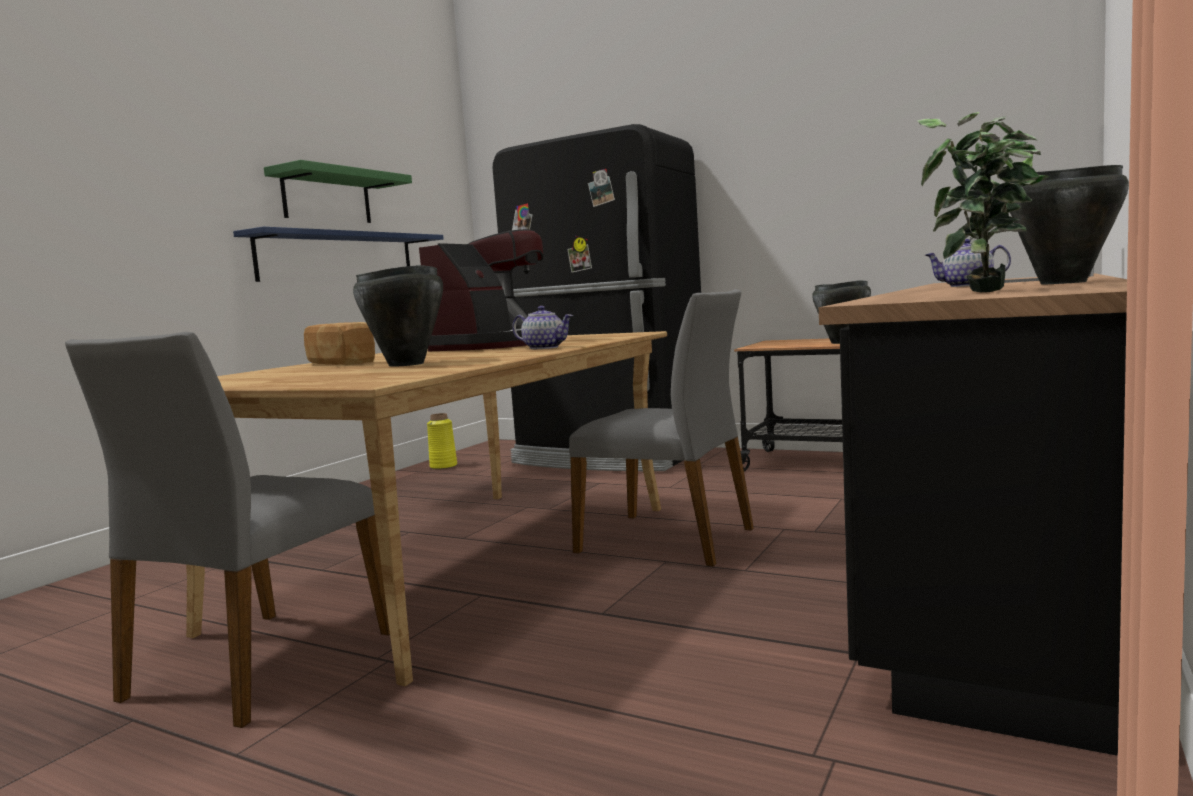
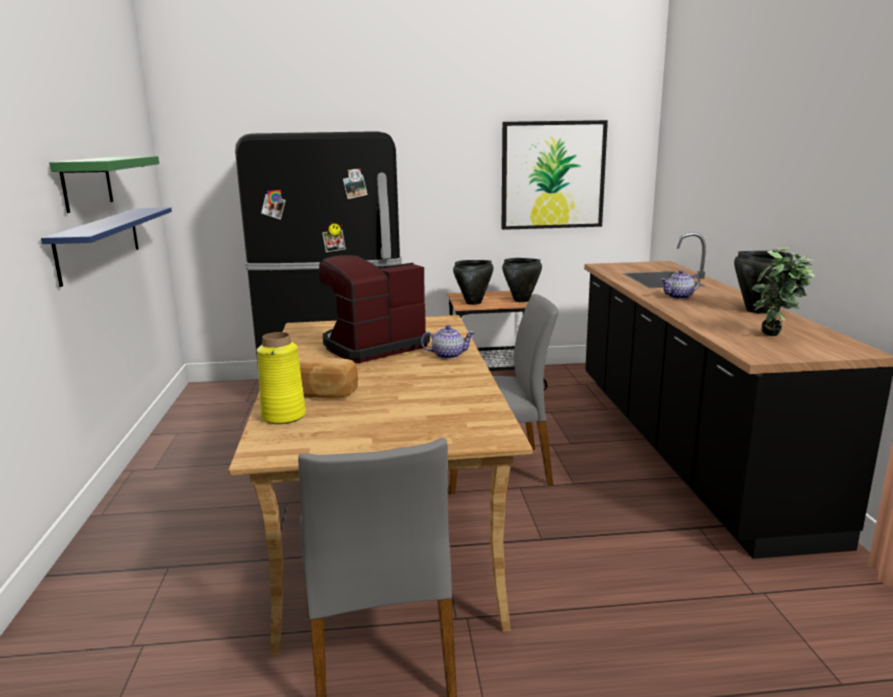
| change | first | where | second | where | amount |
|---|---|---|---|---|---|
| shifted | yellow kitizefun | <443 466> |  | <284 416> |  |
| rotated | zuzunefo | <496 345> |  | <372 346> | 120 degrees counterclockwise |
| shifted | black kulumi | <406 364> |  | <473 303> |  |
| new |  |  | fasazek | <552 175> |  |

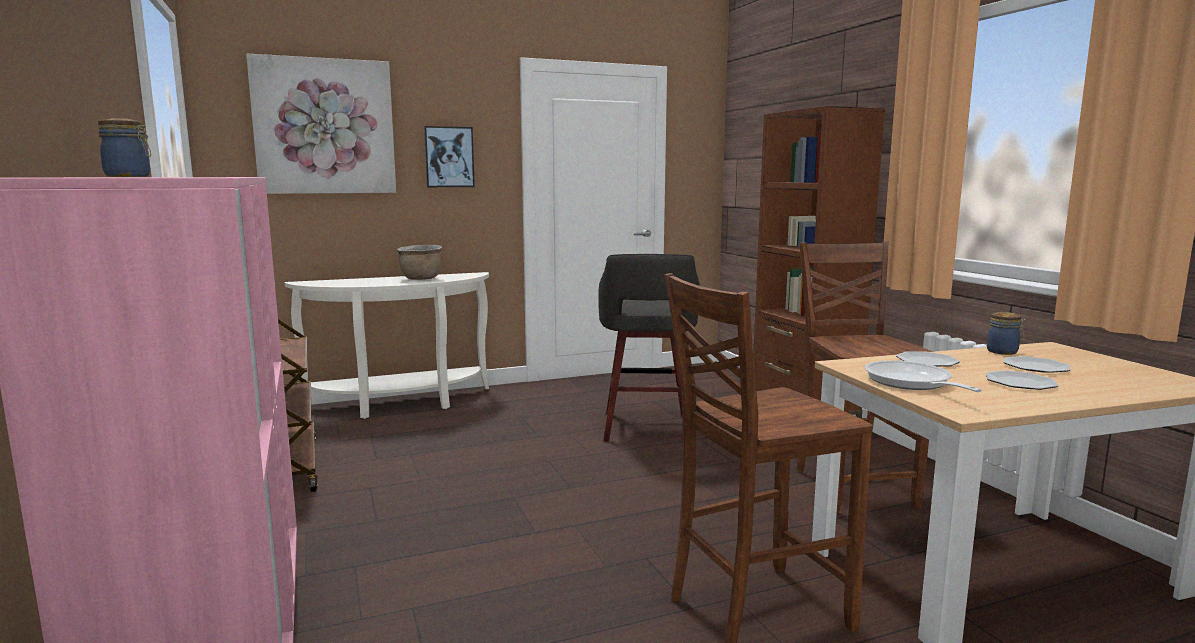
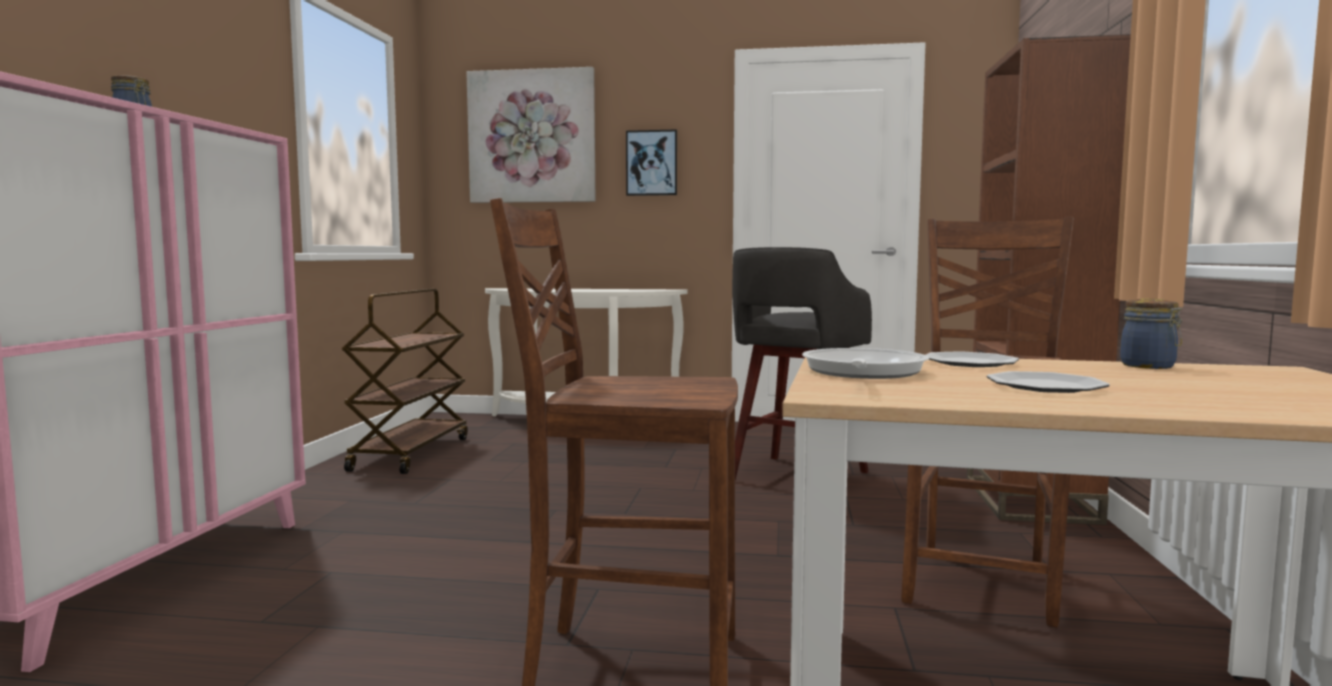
| change | first | where | second | where | amount |
|---|---|---|---|---|---|
| gone | brown kulumi | <421 279> |  |  |  |
| gone | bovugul | <1036 367> |  |  |  |

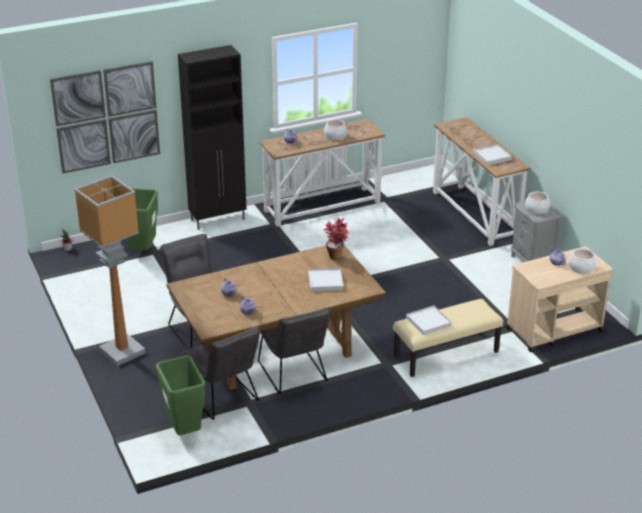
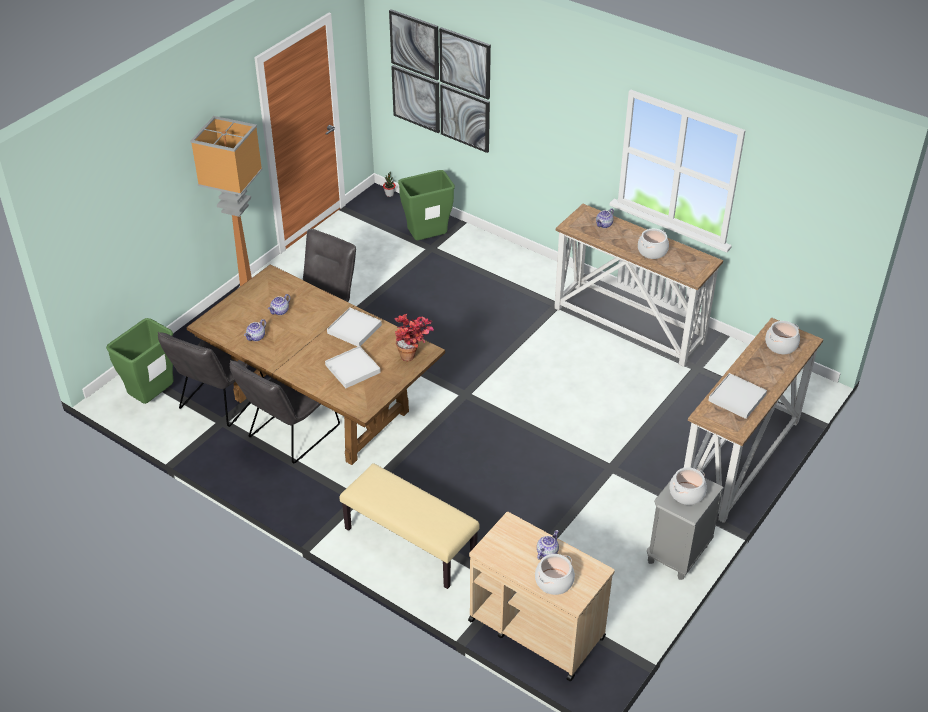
| change | first | where | second | where | amount |
|---|---|---|---|---|---|
| shifted | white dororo | <428 322> |  | <354 329> |  |
| new |  |  | kulumi | <781 345> |  |
| gone | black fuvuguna | <218 219> |  |  |  |

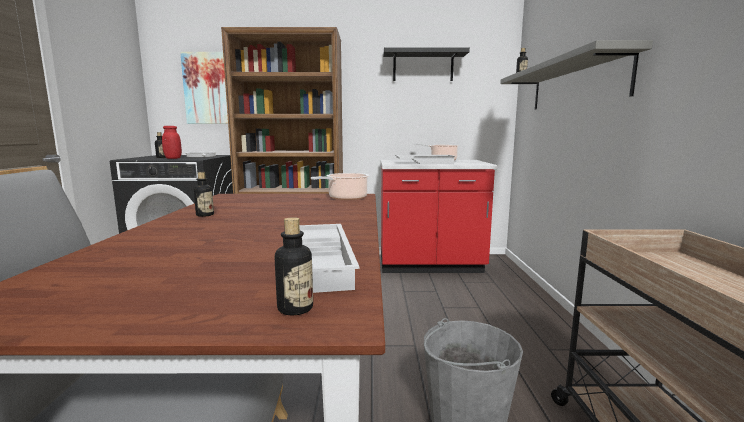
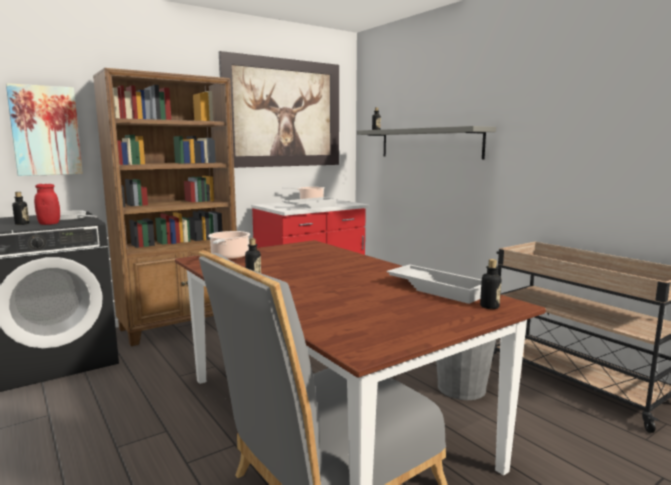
| change | first | where | second | where | amount |
|---|---|---|---|---|---|
| shifted | kulumi | <345 198> |  | <229 257> |  |
| swapped | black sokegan | <423 66> | fasazek | <283 113> |  |

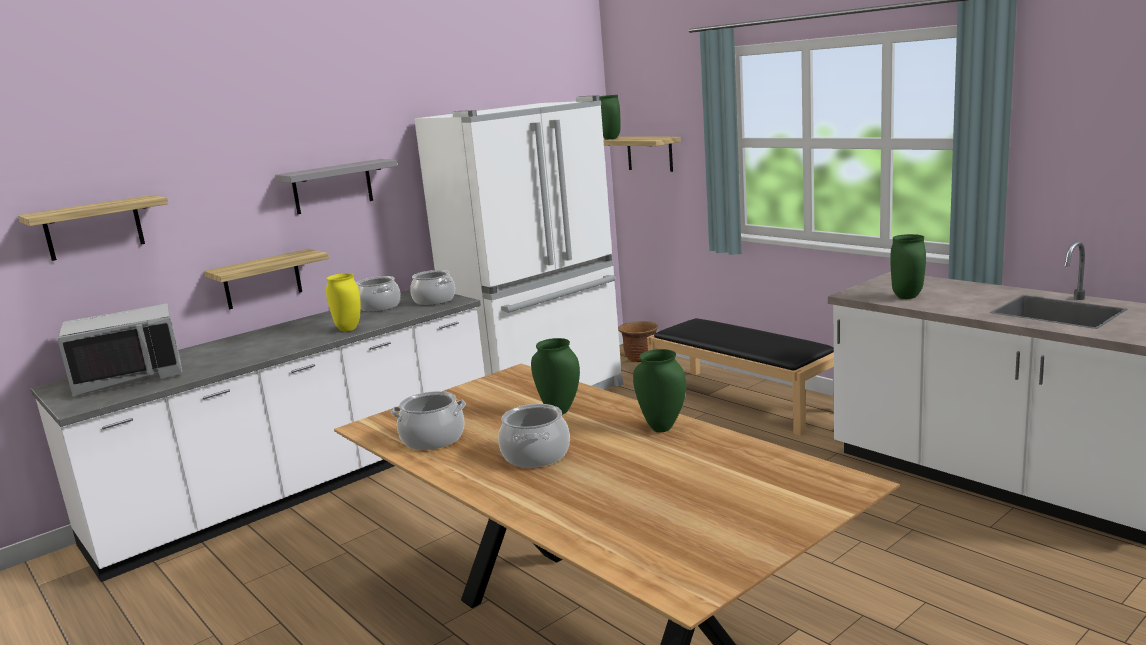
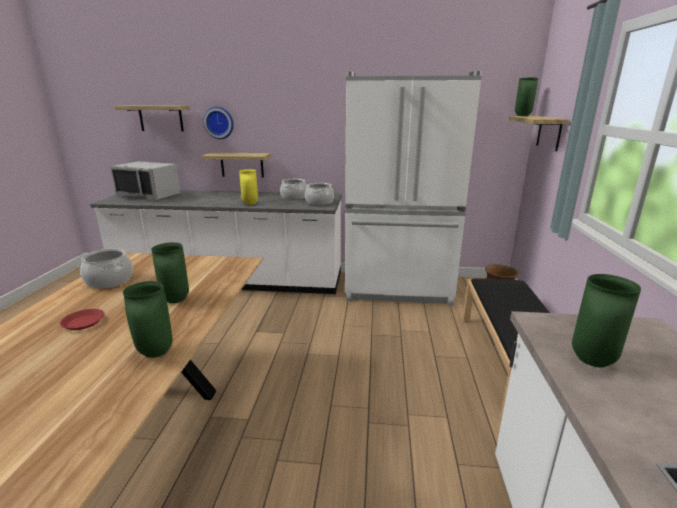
| change | first | where | second | where | amount |
|---|---|---|---|---|---|
| swapped | kulumi | <536 455> | red bovugul | <83 322> |  |
| new |  |  | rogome | <219 122> |  |
| gone | grey sokegan | <332 187> |  |  |  |

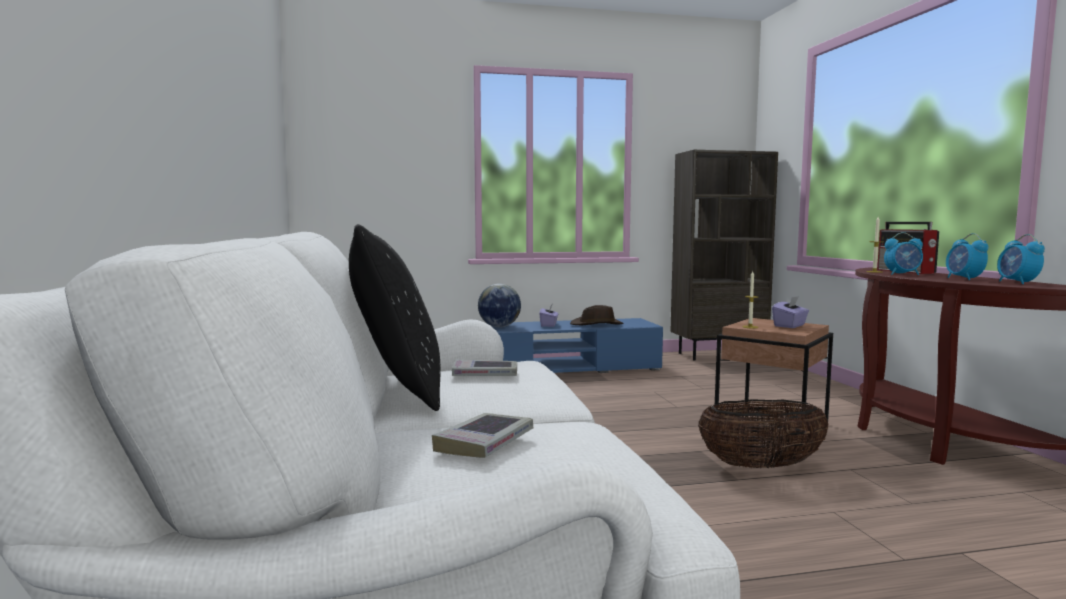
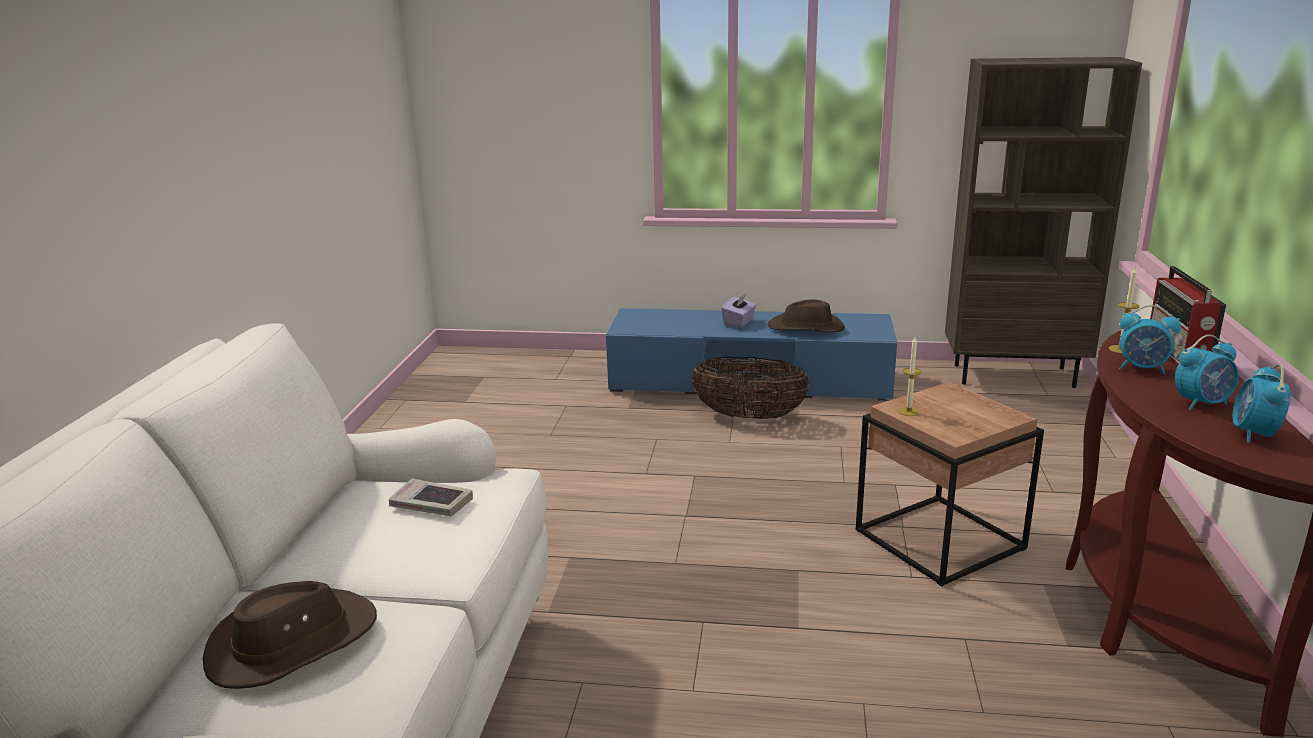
| change | first | where | second | where | amount |
|---|---|---|---|---|---|
| swapped | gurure | <485 442> | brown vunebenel | <292 642> |  |
| shifted | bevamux | <761 466> |  | <749 416> |  |
| rotated | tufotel | <964 279> |  | <1202 404> | 120 degrees counterclockwise |
| gone | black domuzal | <395 390> |  |  |  |
| gone | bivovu | <499 326> |  |  |  |
| gone | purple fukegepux | <790 326> |  |  |  |

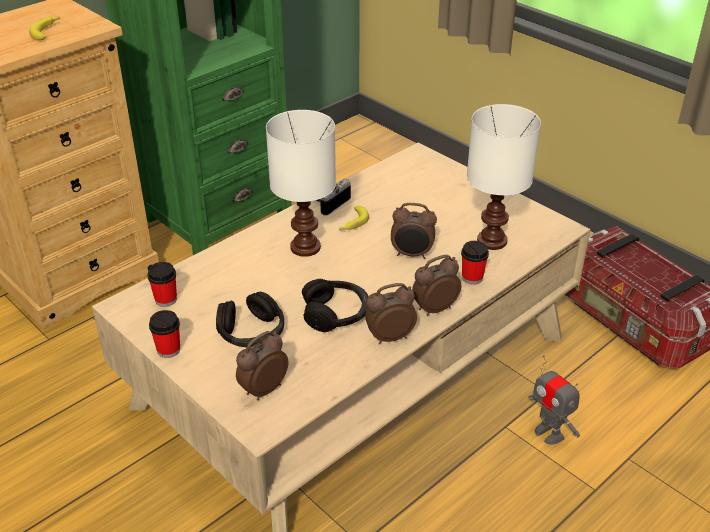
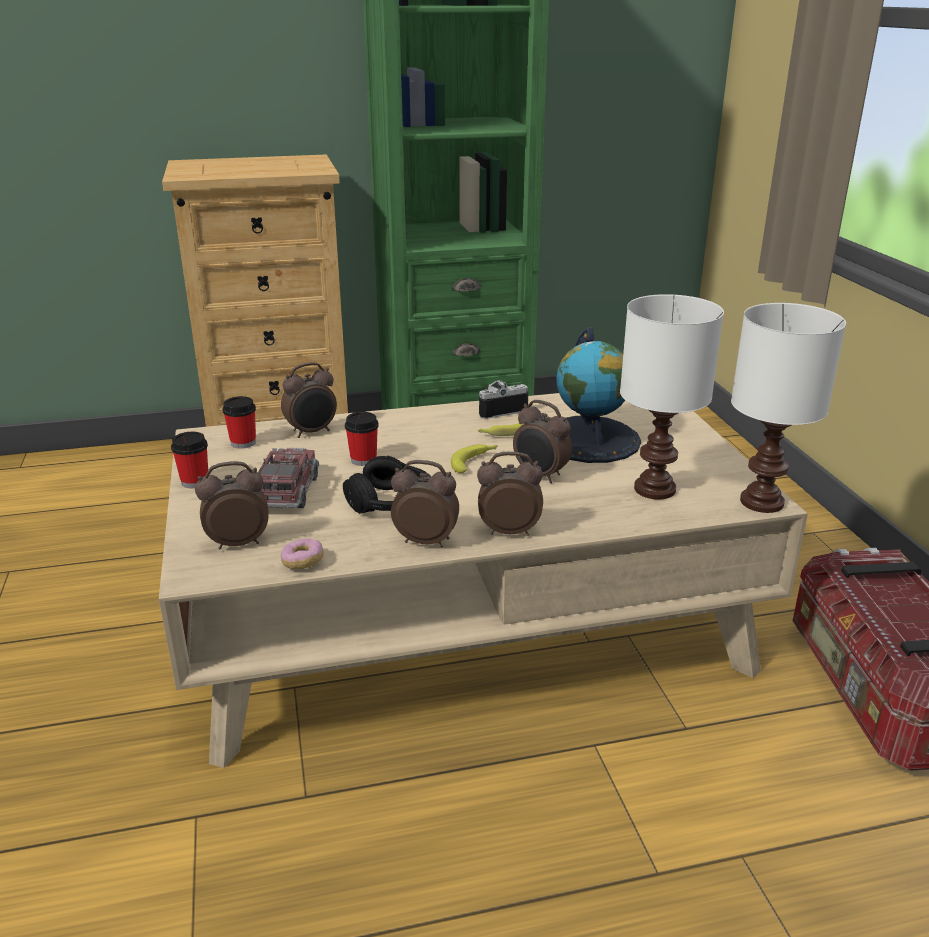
| change | first | where | second | where | amount |
|---|---|---|---|---|---|
| swapped | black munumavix | <251 333> | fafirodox | <288 492> |  |
| new |  |  | tufotel | <312 432> |  |
| new |  |  | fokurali | <302 562> |  |
| shifted | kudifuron | <472 278> |  | <363 460> |  |
| shifted | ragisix | <48 31> |  | <475 462> |  |
| new |  |  | bivovu | <590 439> |  |
| shifted | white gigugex | <305 246> |  | <762 501> |  |
| gone | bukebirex | <549 433> |  |  |  |

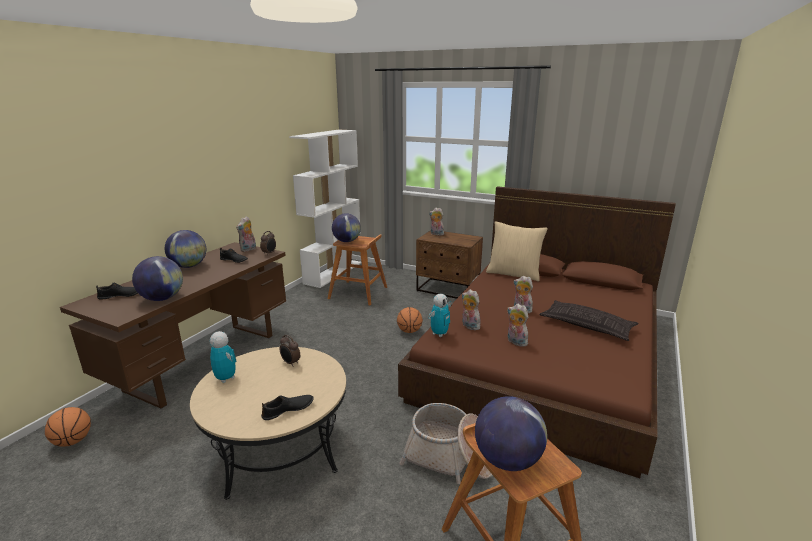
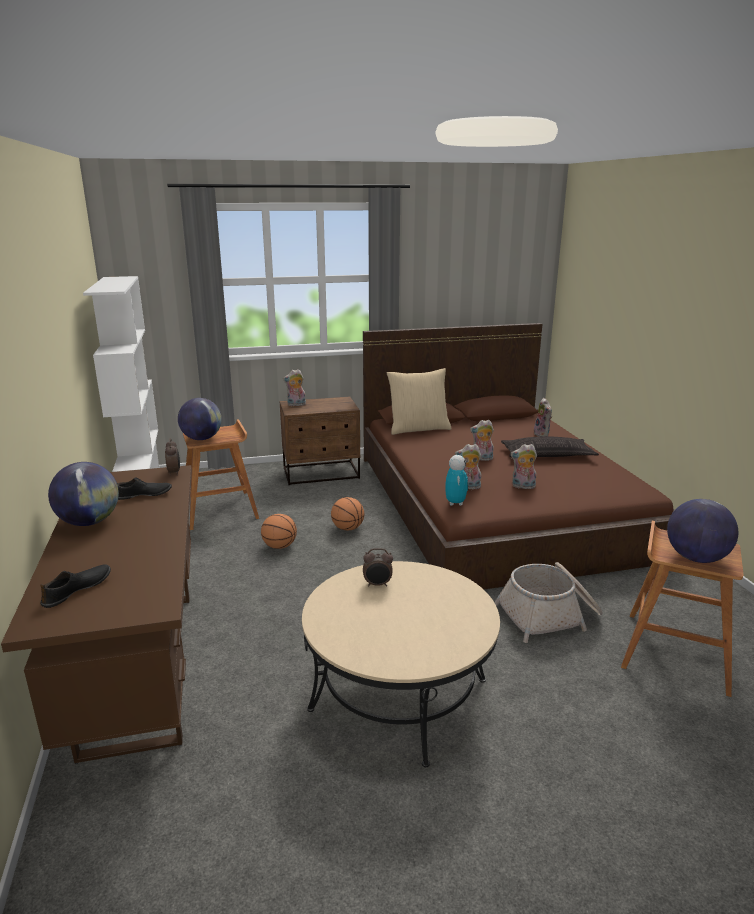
| change | first | where | second | where | amount |
|---|---|---|---|---|---|
| shifted | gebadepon | <73 441> |  | <279 546> |  |
| shifted | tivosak | <248 249> |  | <542 434> |  |
| gone | bivovu | <162 298> |  |  |  |
| gone | bukebirex | <225 378> |  |  |  |
| gone | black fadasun | <288 410> |  |  |  |

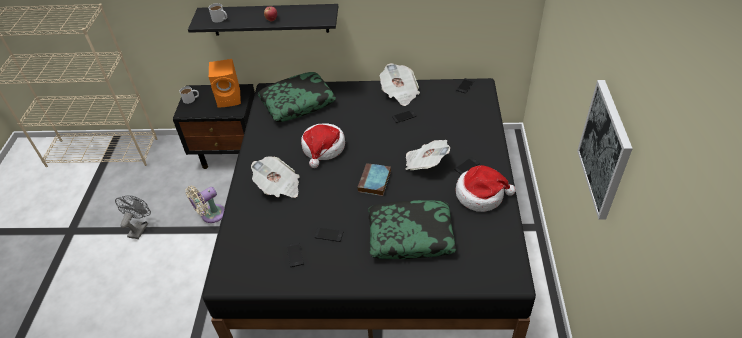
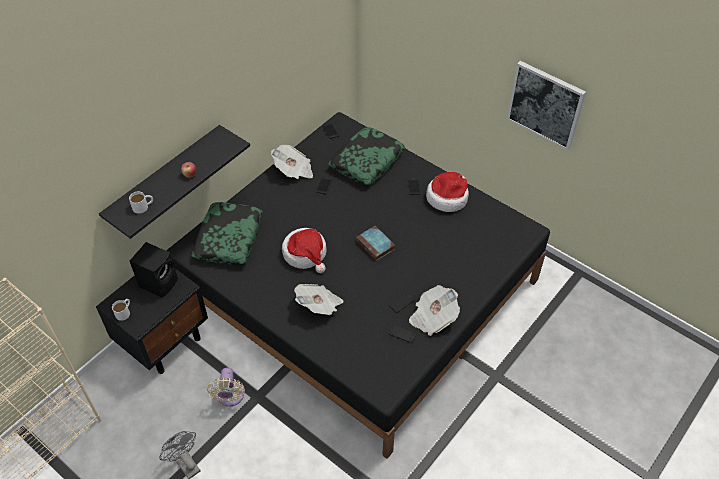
| change | first | where | second | where | amount |
|---|---|---|---|---|---|
| repainted | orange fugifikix | <230 98> | black fugifikix | <159 282> |  |
| shifted | domuzal | <411 235> |  | <367 161> |  |
| shifted | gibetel | <425 163> |  | <432 317> |  |

